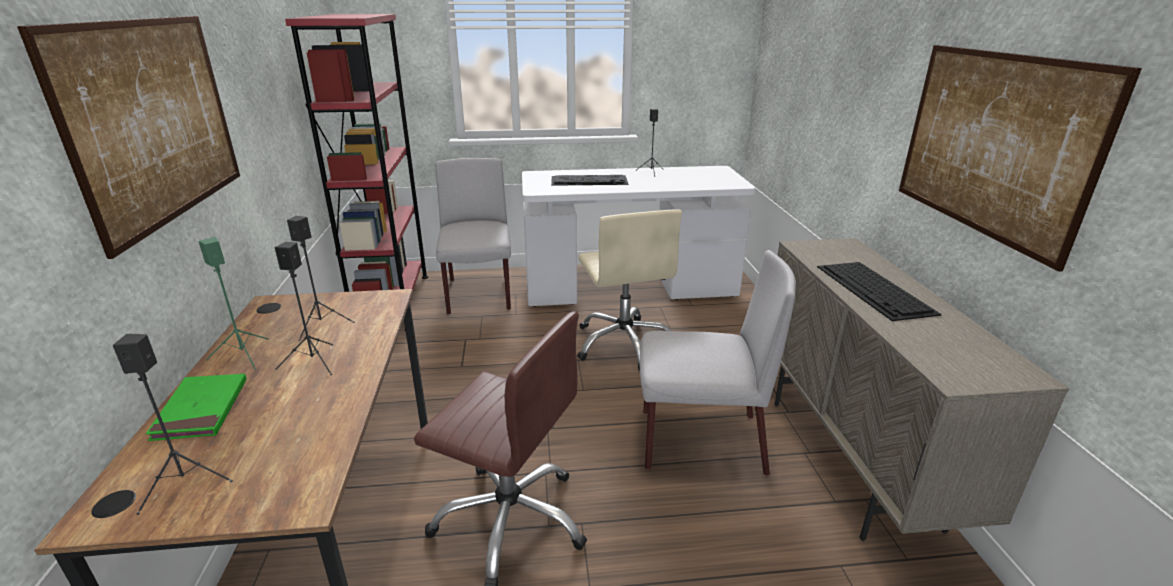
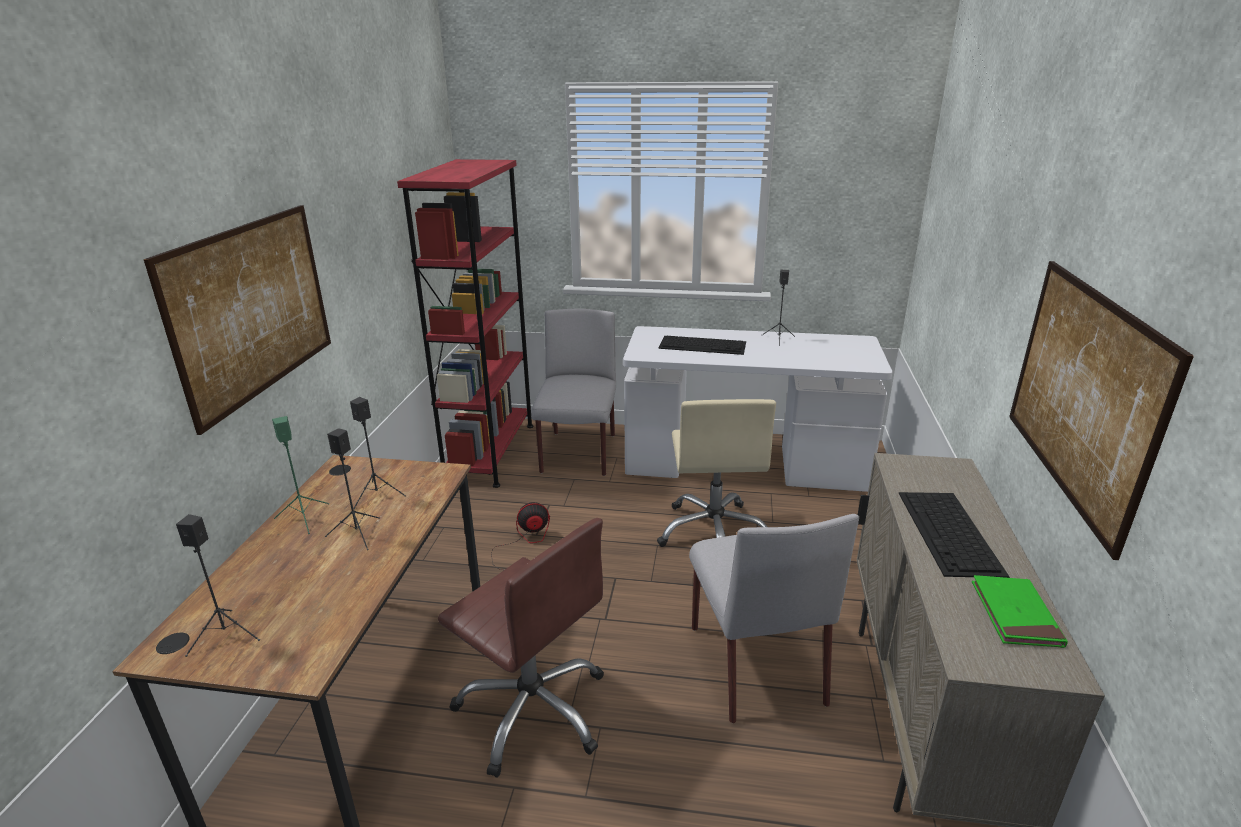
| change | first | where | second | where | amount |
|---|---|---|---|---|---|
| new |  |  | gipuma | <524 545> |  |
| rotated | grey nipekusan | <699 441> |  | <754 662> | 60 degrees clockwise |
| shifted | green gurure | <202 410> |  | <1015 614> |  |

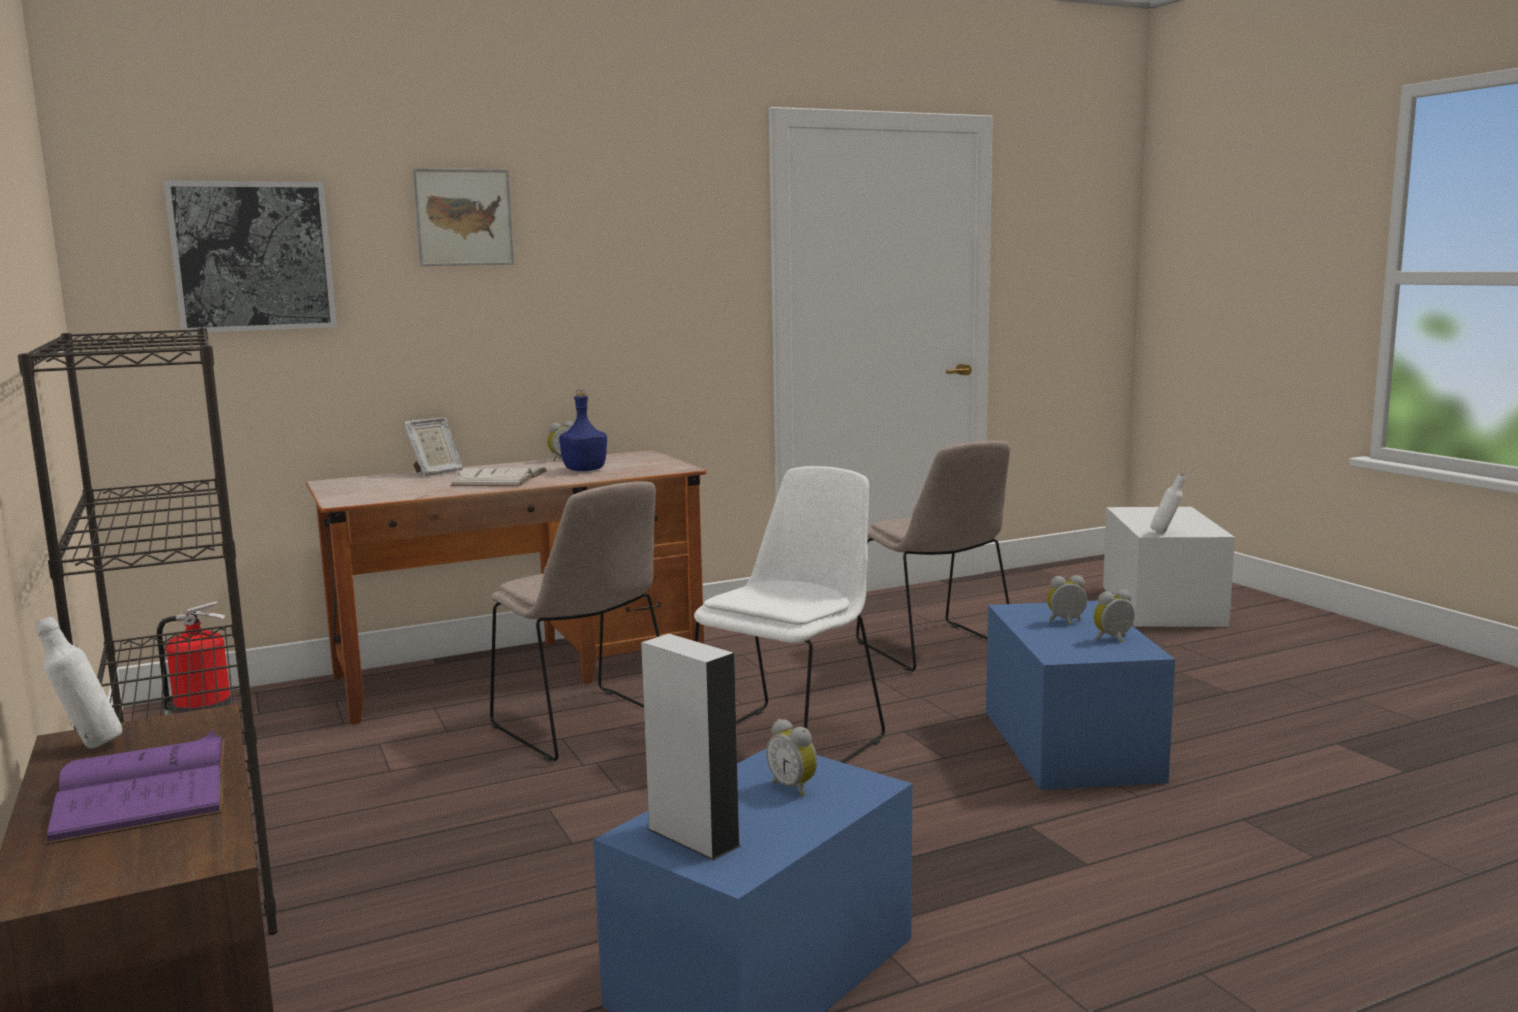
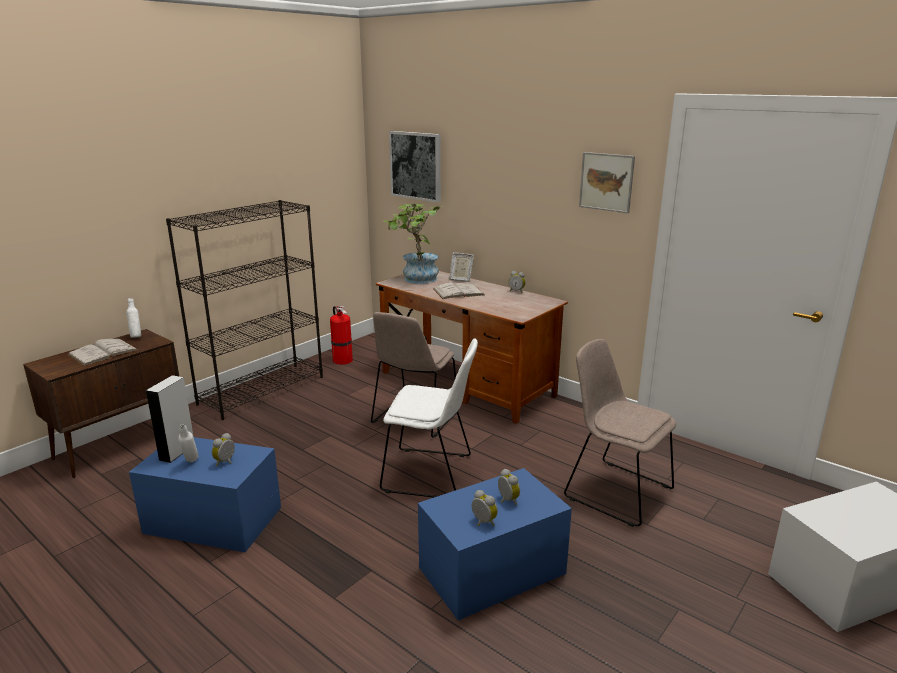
| change | first | where | second | where | amount |
|---|---|---|---|---|---|
| repainted | purple gurure | <143 788> | white gurure | <103 352> |  |
| shifted | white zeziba | <1166 533> |  | <191 463> |  |
| new |  |  | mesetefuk | <416 279> |  |
| rotated | beige nipekusan | <937 649> |  | <615 491> | 90 degrees clockwise |
| shifted | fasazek | <463 217> |  | <606 182> |  |
| gone | blue zeziba | <585 470> |  |  |  |

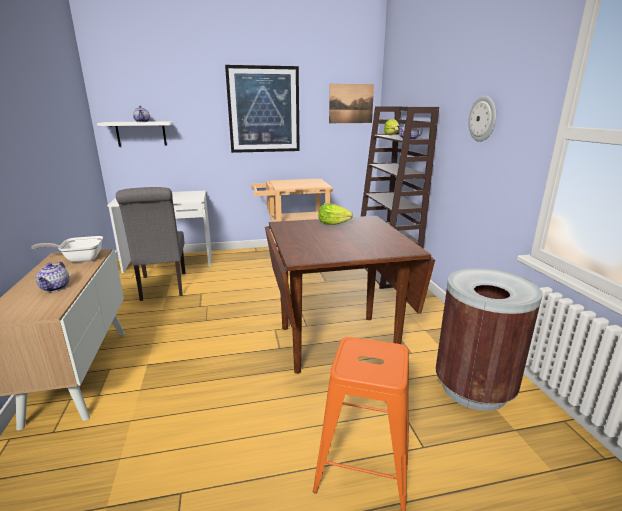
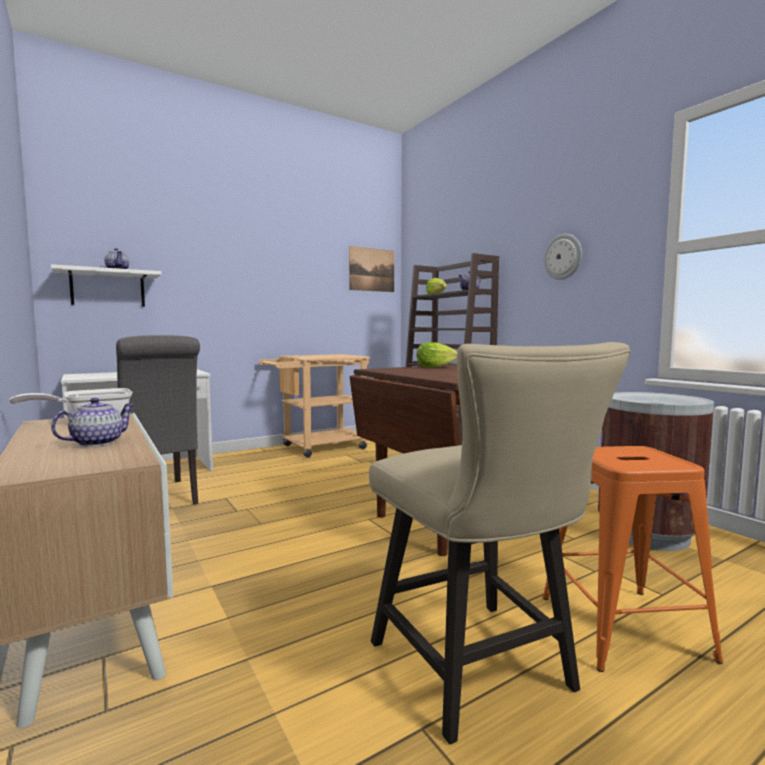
| change | first | where | second | where | amount |
|---|---|---|---|---|---|
| rotated | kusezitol | <56 287> |  | <96 443> | 120 degrees counterclockwise |
| new |  |  | beige nipekusan | <480 673> |  |
| gone | fasazek | <264 110> |  |  |  |

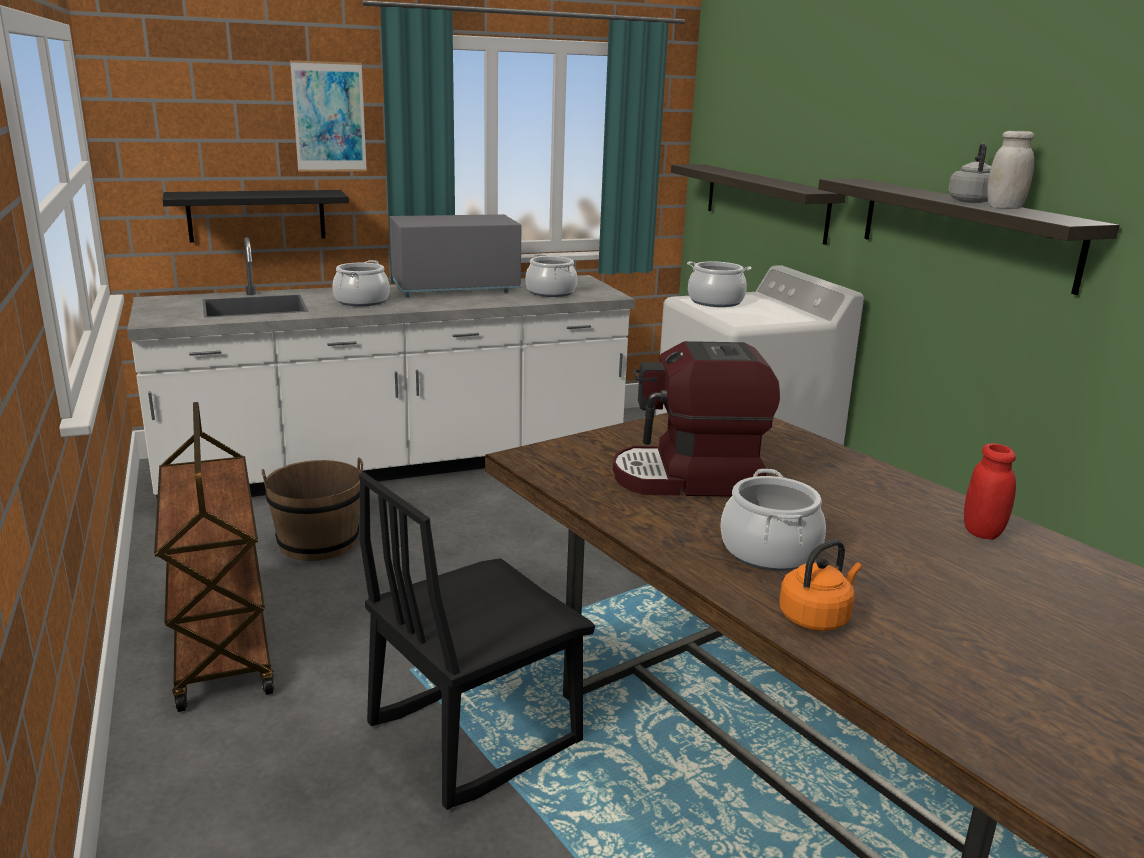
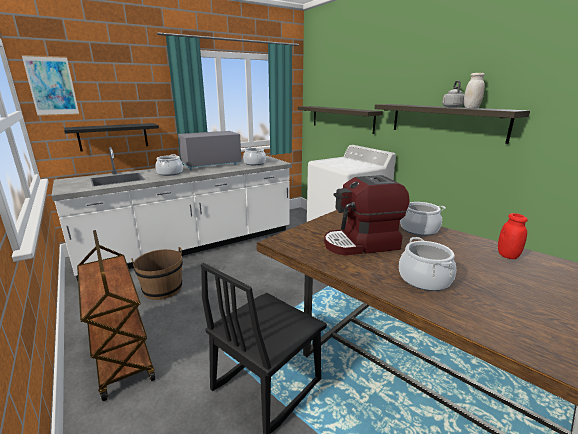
| change | first | where | second | where | amount |
|---|---|---|---|---|---|
| shifted | fasazek | <329 117> |  | <52 86> |  |
| shifted | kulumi | <715 302> |  | <419 229> |  |
| gone | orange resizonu | <816 617> |  |  |  |

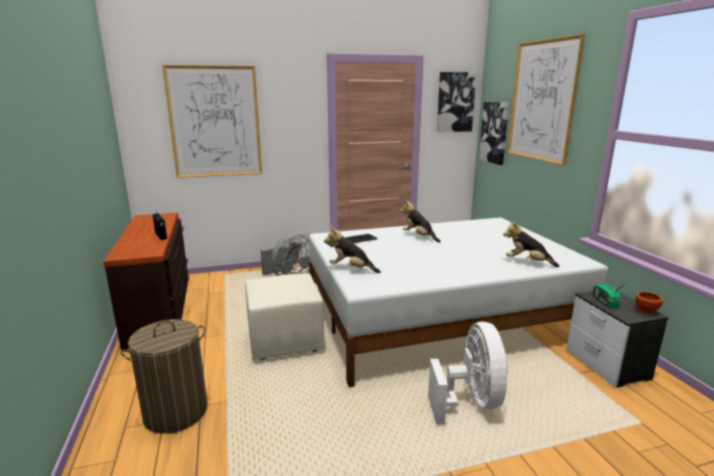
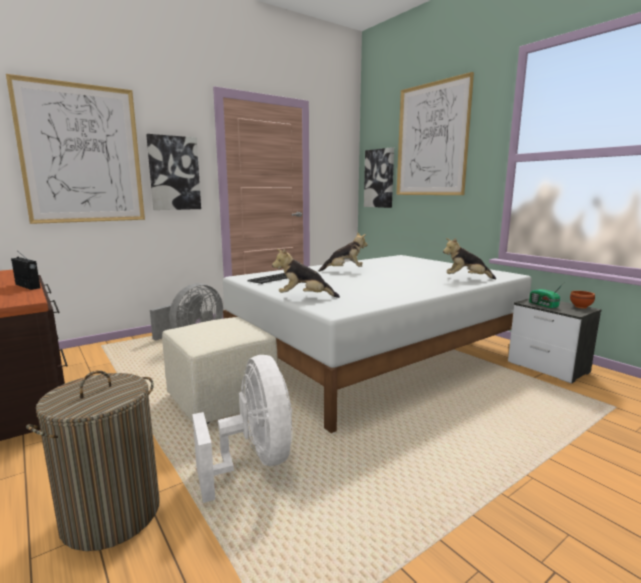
| change | first | where | second | where | amount |
|---|---|---|---|---|---|
| shifted | fasazek | <455 102> |  | <174 173> |  |
| shifted | white gipuma | <471 401> |  | <254 461> |  |
| rotated | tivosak | <419 237> |  | <344 271> | 150 degrees clockwise |

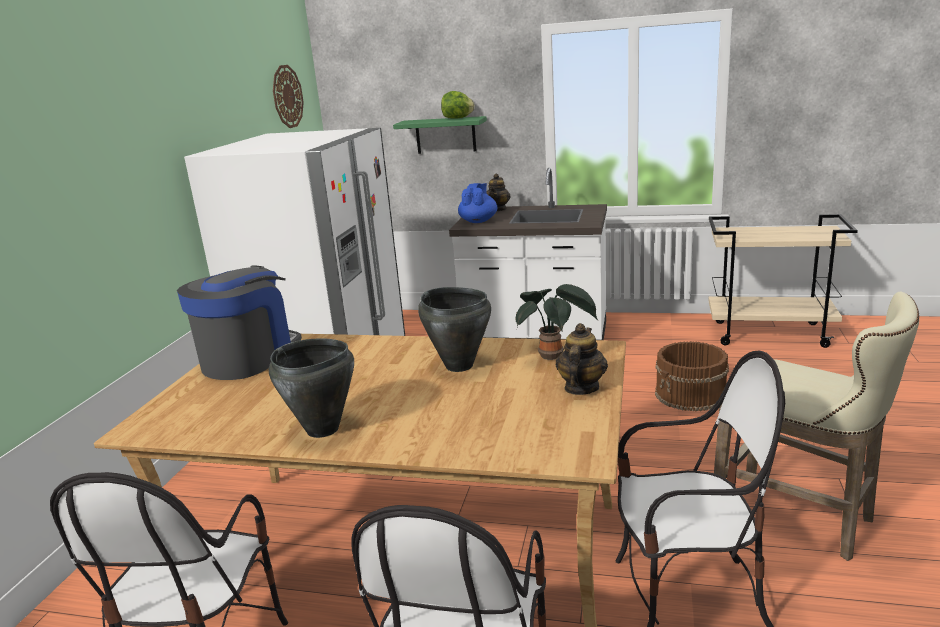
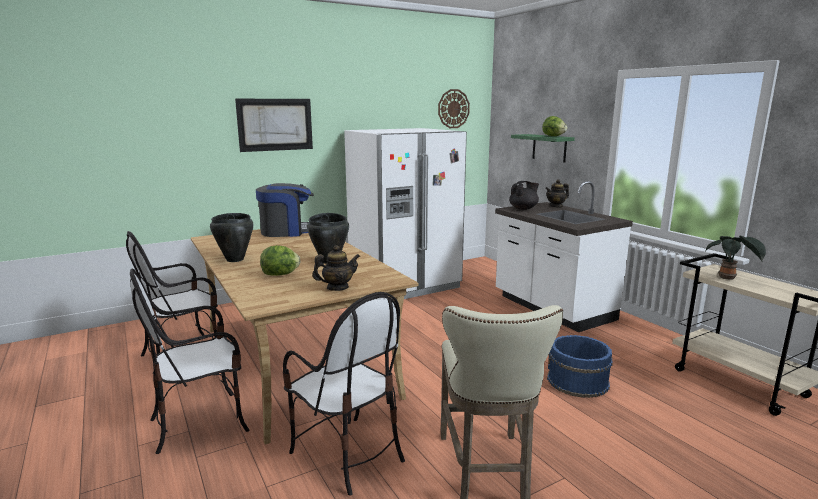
| change | first | where | second | where | amount |
|---|---|---|---|---|---|
| new |  |  | fasazek | <275 124> |  |
| new |  |  | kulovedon | <280 274> |  |
| repainted | blue kusezitol | <478 221> | black kusezitol | <523 208> |  |
| repainted | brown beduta | <691 394> | blue beduta | <577 382> |  |
| shifted | mesetefuk | <554 356> |  | <728 278> |  |

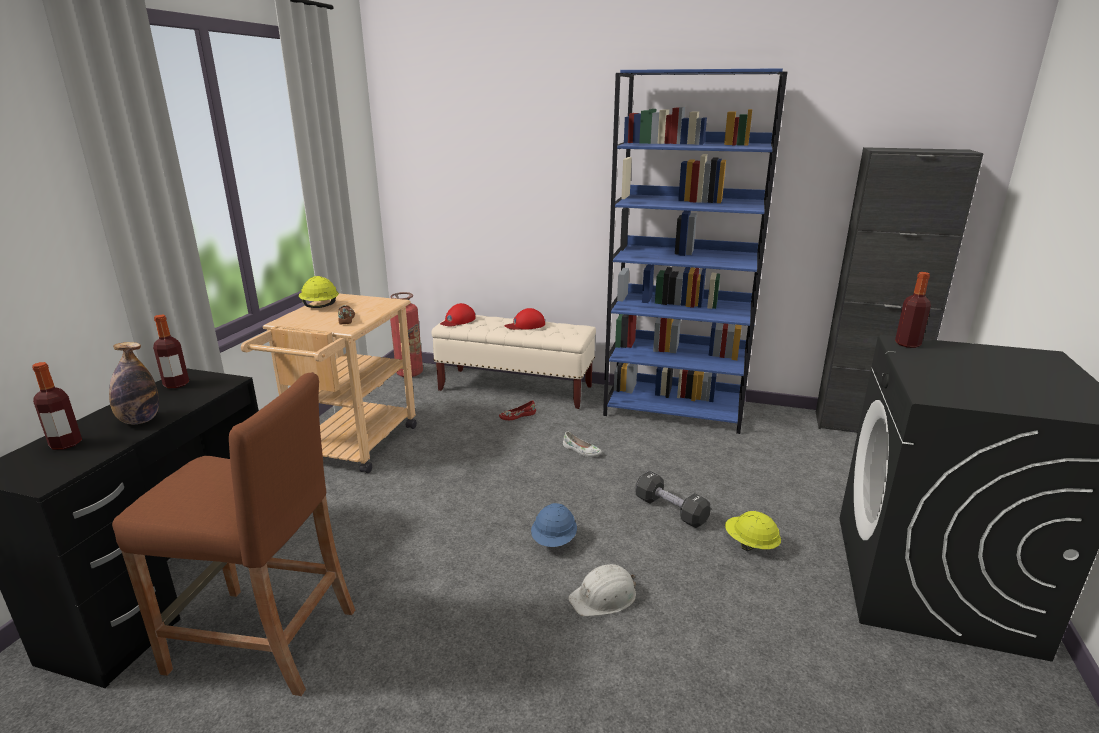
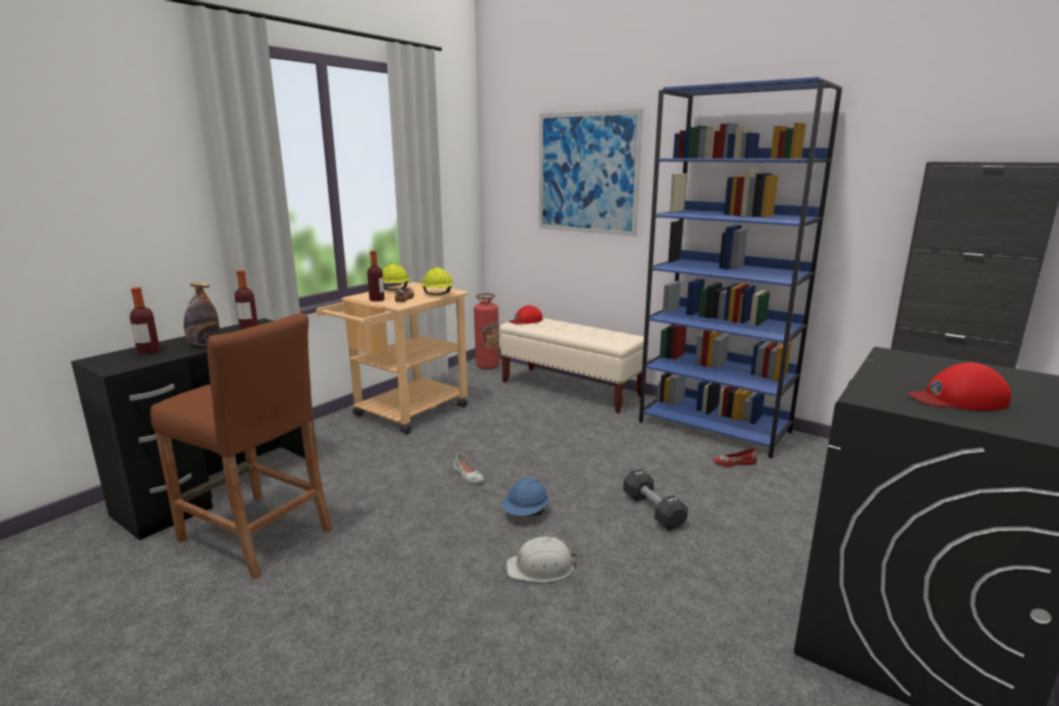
| change | first | where | second | where | amount |
|---|---|---|---|---|---|
| shifted | zeziba | <907 344> |  | <377 300> |  |
| shifted | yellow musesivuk | <750 544> |  | <437 294> |  |
| shifted | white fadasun | <581 451> |  | <468 475> |  |
| new |  |  | fasazek | <587 173> |  |
| shifted | red fadasun | <517 416> |  | <734 463> |  |
| shifted | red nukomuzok | <525 325> |  | <958 399> |  |

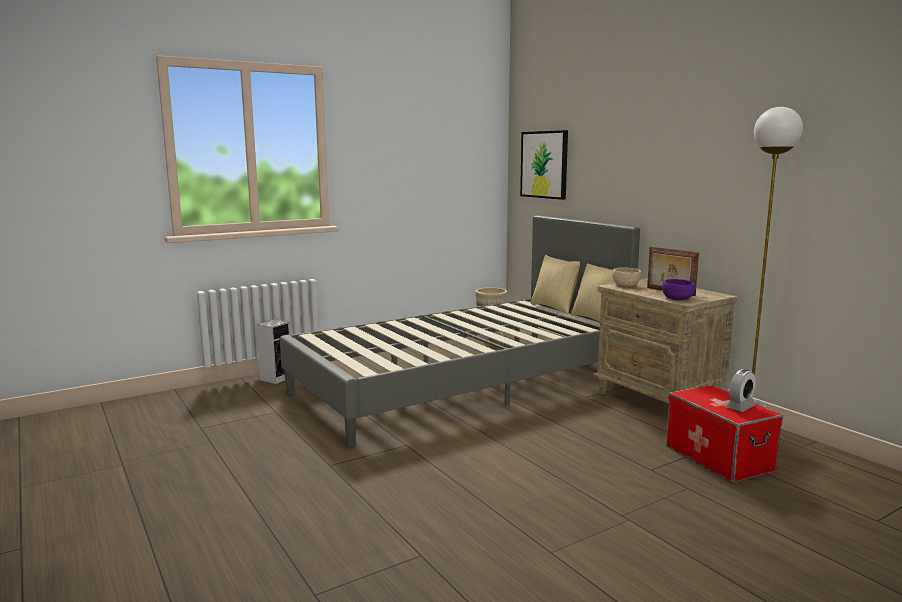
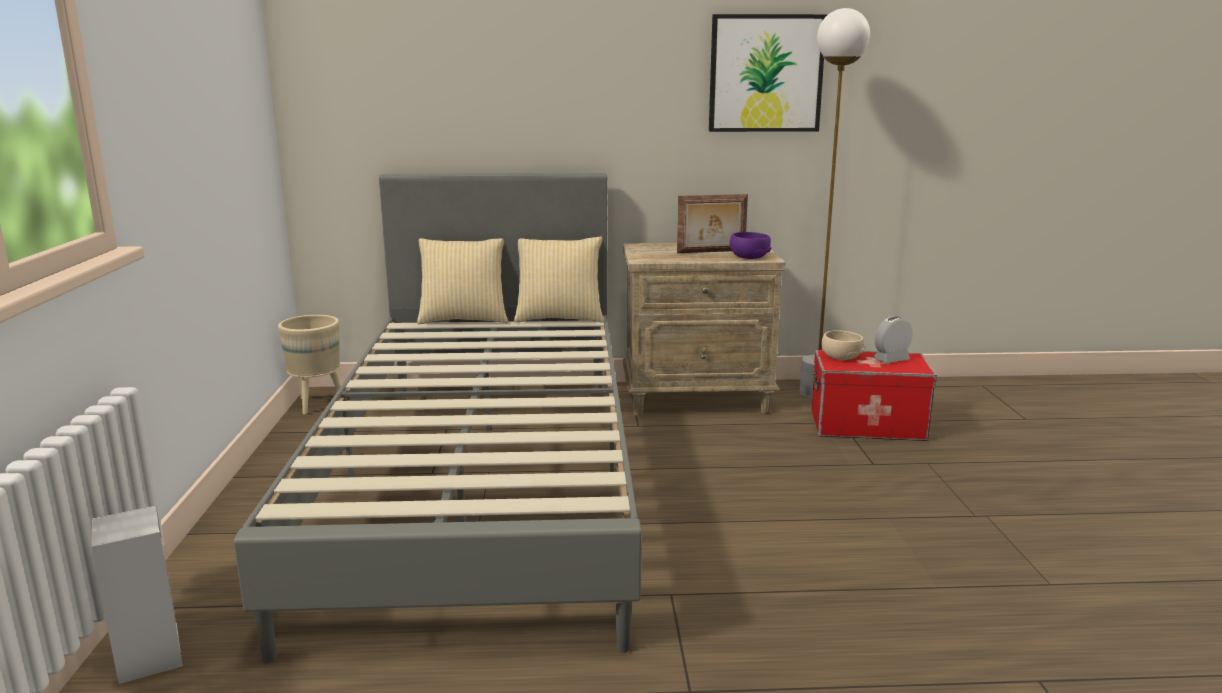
| change | first | where | second | where | amount |
|---|---|---|---|---|---|
| shifted | fasazek | <544 164> |  | <765 73> |  |
| shifted | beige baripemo | <625 285> |  | <841 357> |  |
| rotated | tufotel | <740 407> |  | <891 359> | 105 degrees counterclockwise |

